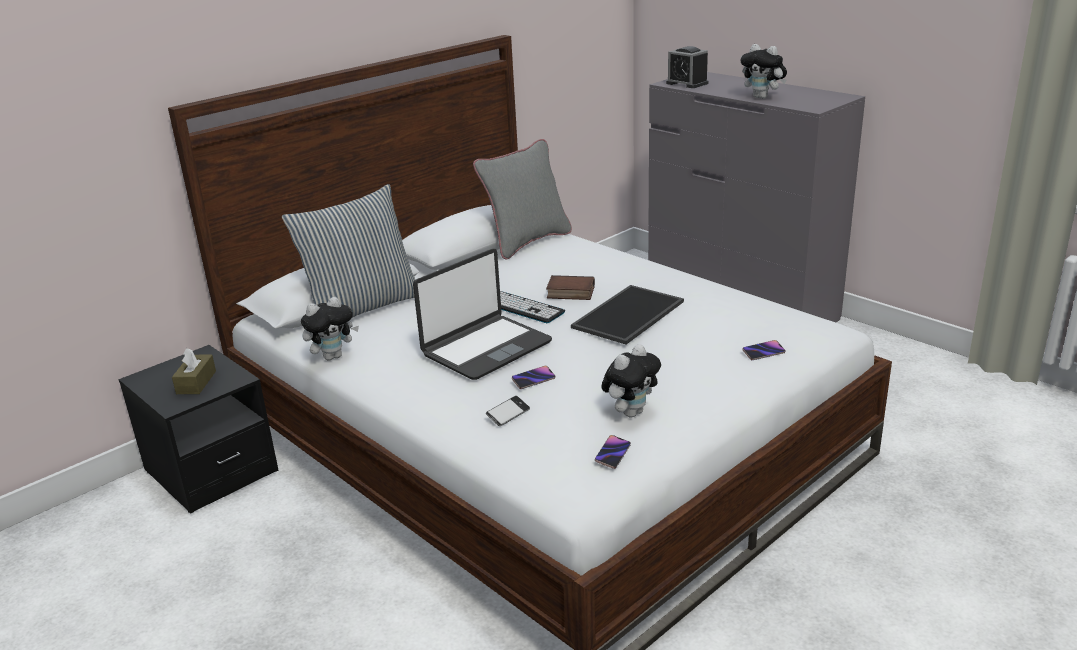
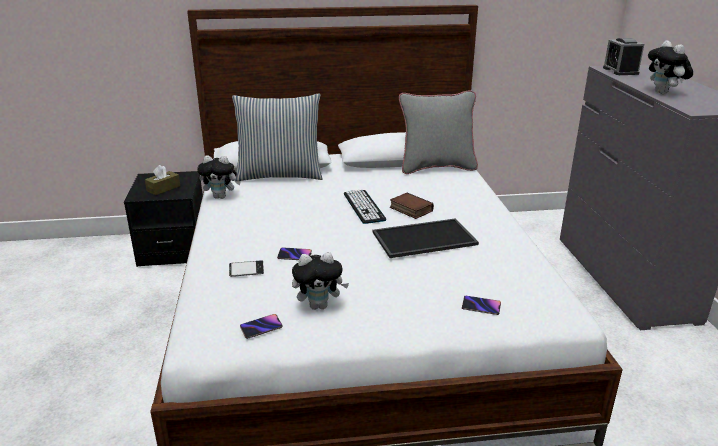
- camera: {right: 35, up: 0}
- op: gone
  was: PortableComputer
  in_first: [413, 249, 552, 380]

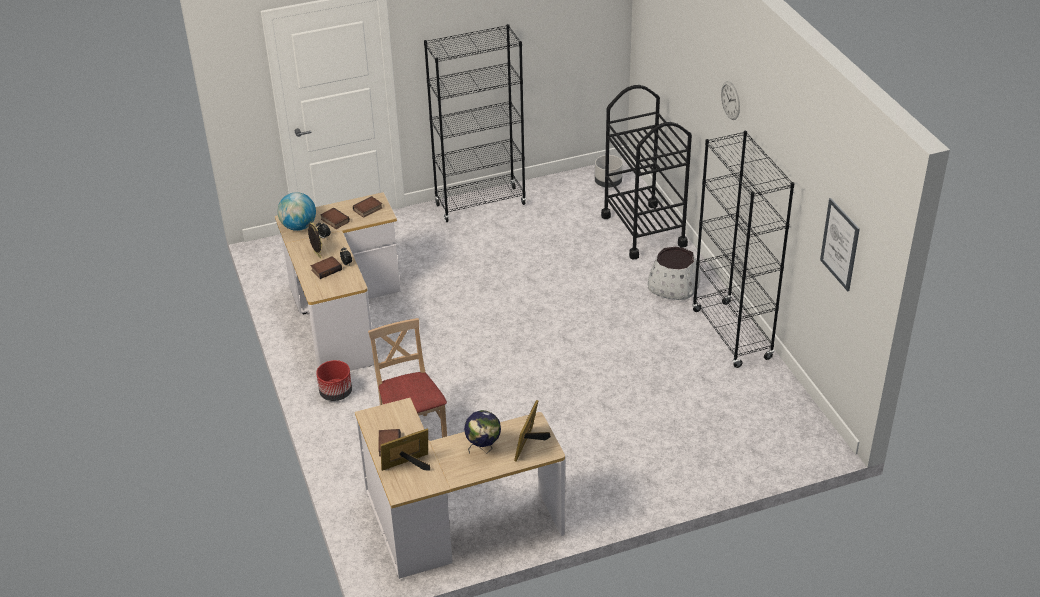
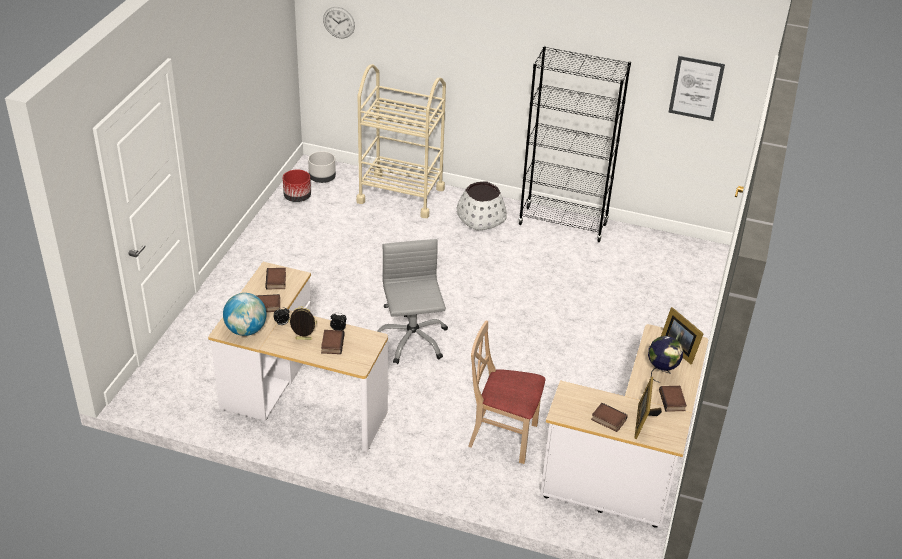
- camera: {right: -55, up: 0}
- op: gone
  was: BlackColouredBookshelf
  in_first: [424, 24, 526, 222]
- op: new
  now: GreyishComputerChair
  in_second: [377, 239, 448, 364]
- op: new
  now: Volume
  in_second: [659, 386, 687, 412]
- op: shifted
  was: RedFlowerPot
  in_first: [316, 360, 352, 401]
  in_second: [283, 170, 311, 202]
- op: shifted
  was: HangingClock
  in_first: [721, 81, 740, 120]
  in_second: [323, 7, 355, 38]
- op: repainted
  was: BlackColouredWheeledCart
  now: SandColouredWheeledCart
  in_first: [601, 85, 692, 259]
  in_second: [356, 64, 446, 218]

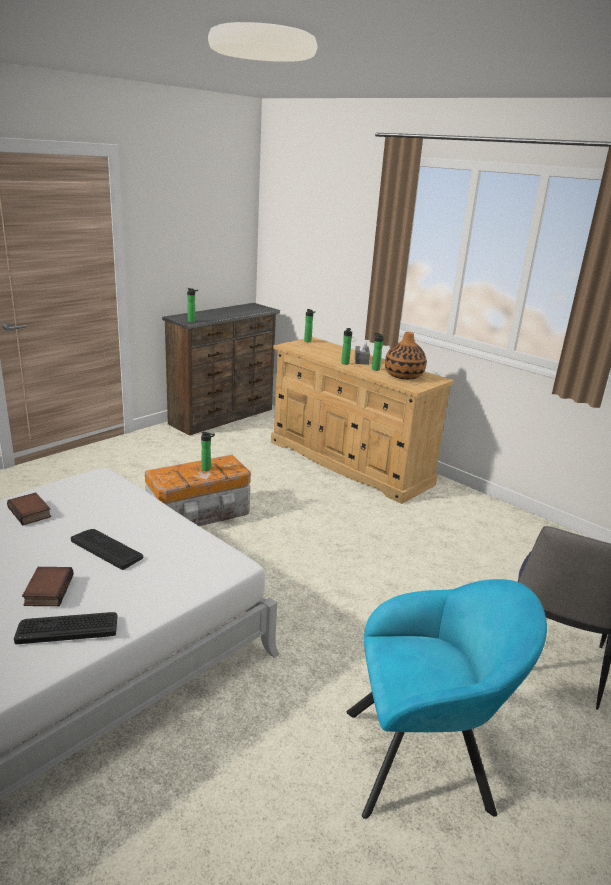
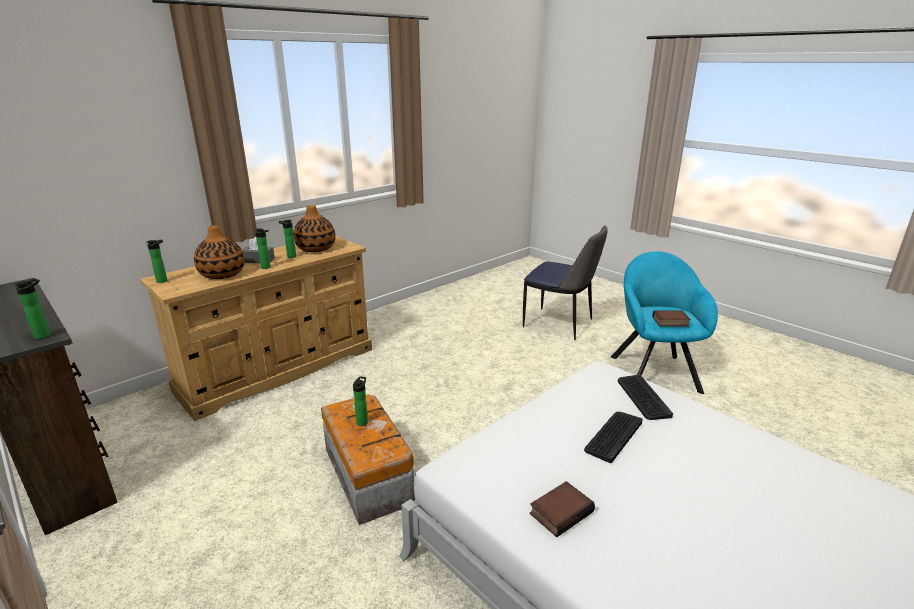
- camera: {right: -85, up: 0}
- op: new
  now: Vase
  in_second: [194, 225, 245, 279]
- op: shifted
  was: PcKeyboard
  in_first: [14, 612, 118, 644]
  in_second: [618, 375, 673, 420]
- op: shifted
  was: Volume
  in_first: [22, 567, 74, 606]
  in_second: [652, 310, 691, 326]

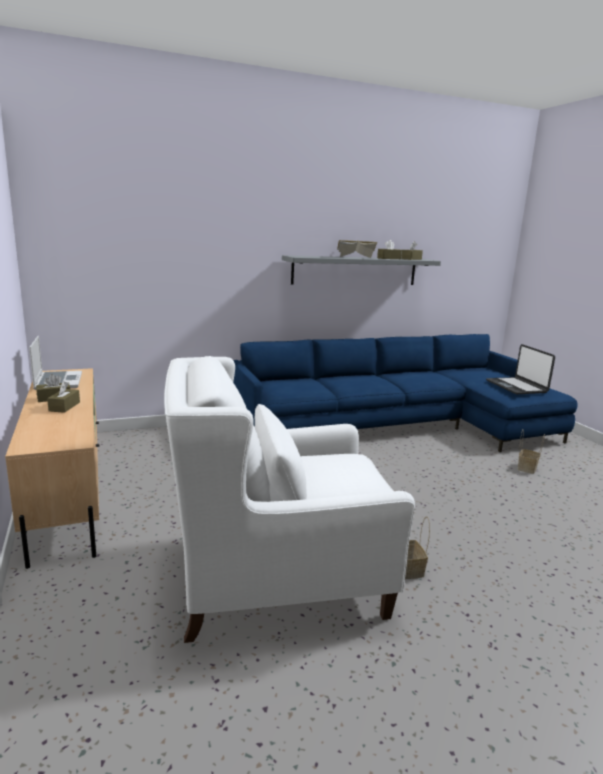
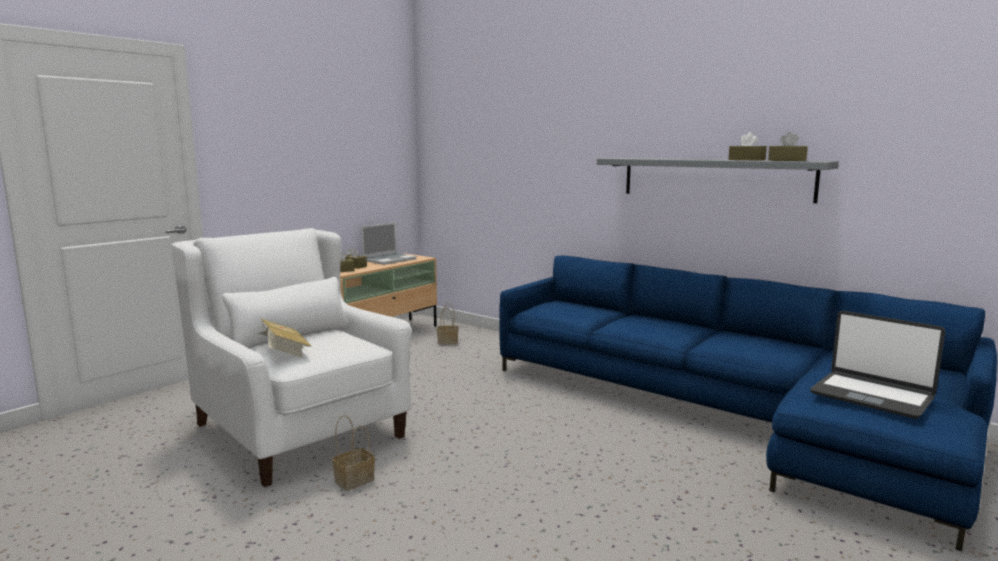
- camera: {right: 60, up: -5}
- op: shifted
  was: Volume
  in_first: [337, 240, 377, 258]
  in_second: [259, 319, 311, 358]
- op: shifted
  was: HouseholdBasket
  in_first: [517, 429, 545, 474]
  in_second: [437, 303, 459, 345]
- op: rotated
  was: PortableComputer
  in_first: [486, 344, 555, 395]
  in_second: [810, 311, 945, 419]
  clockwise: -90

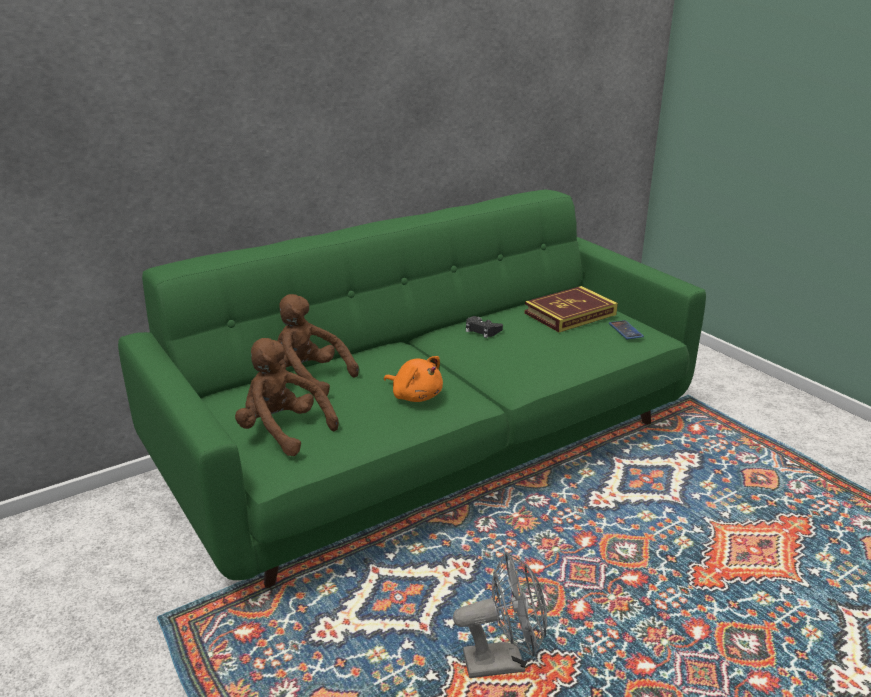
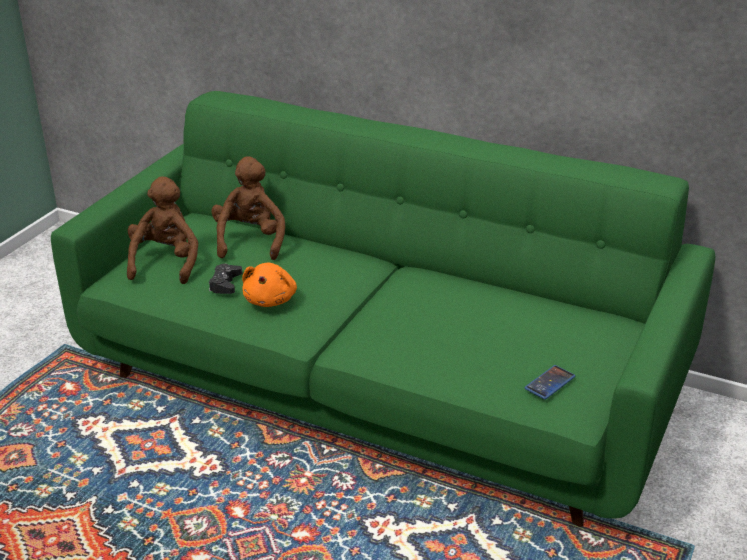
- camera: {right: 60, up: 5}
- op: gone
  was: GreyishFan
  in_first: [453, 552, 547, 678]
- op: gone
  was: Volume
  in_first: [524, 286, 618, 332]
- op: shifted
  was: BlackColouredGamepad
  in_first: [466, 316, 503, 338]
  in_second: [209, 264, 242, 294]

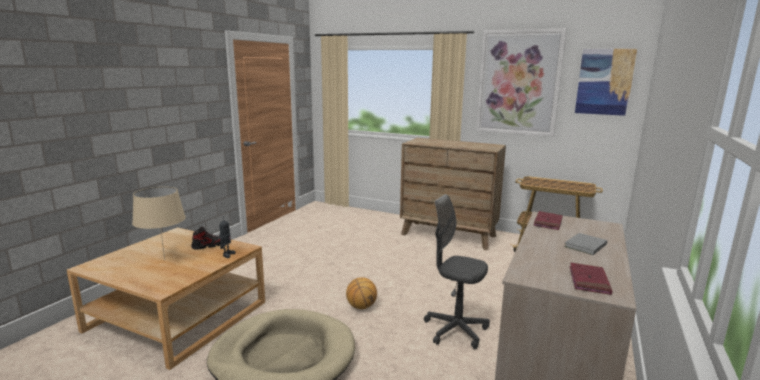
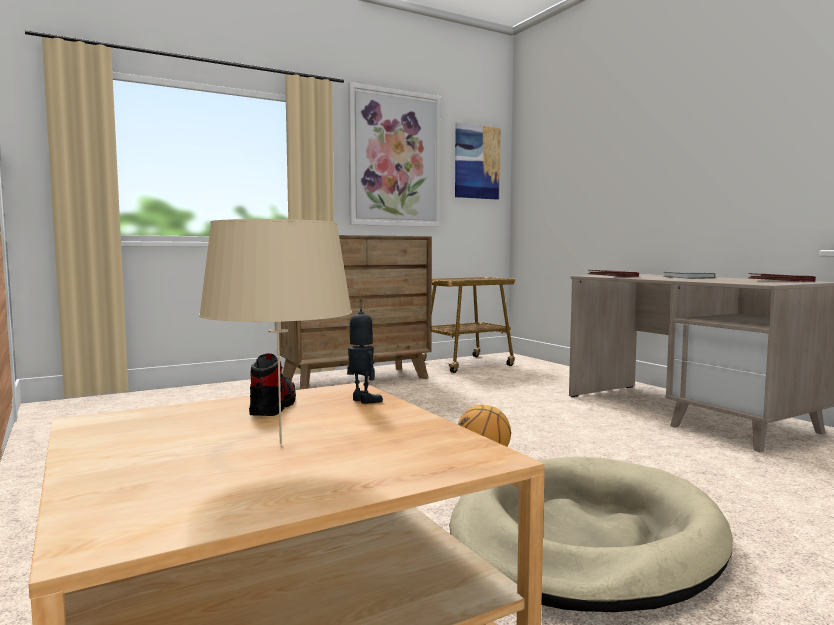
- camera: {right: -55, up: -10}
- op: gone
  was: GreyishComputerChair
  in_first: [424, 194, 490, 349]

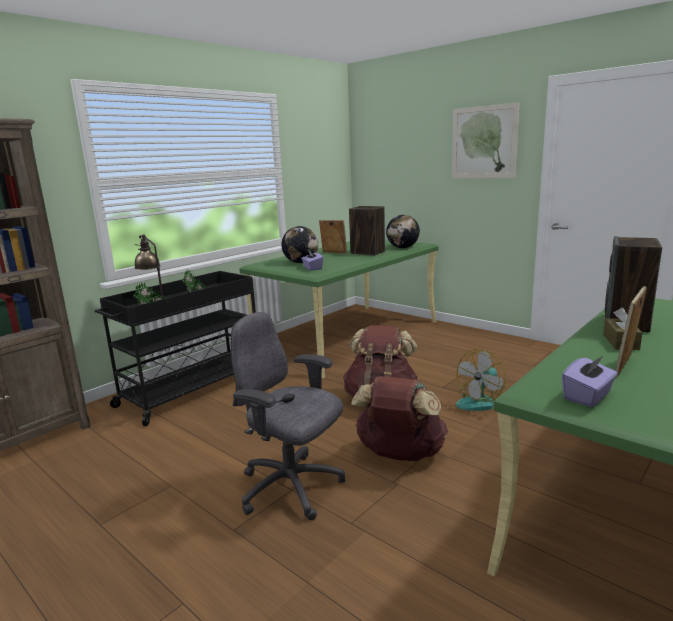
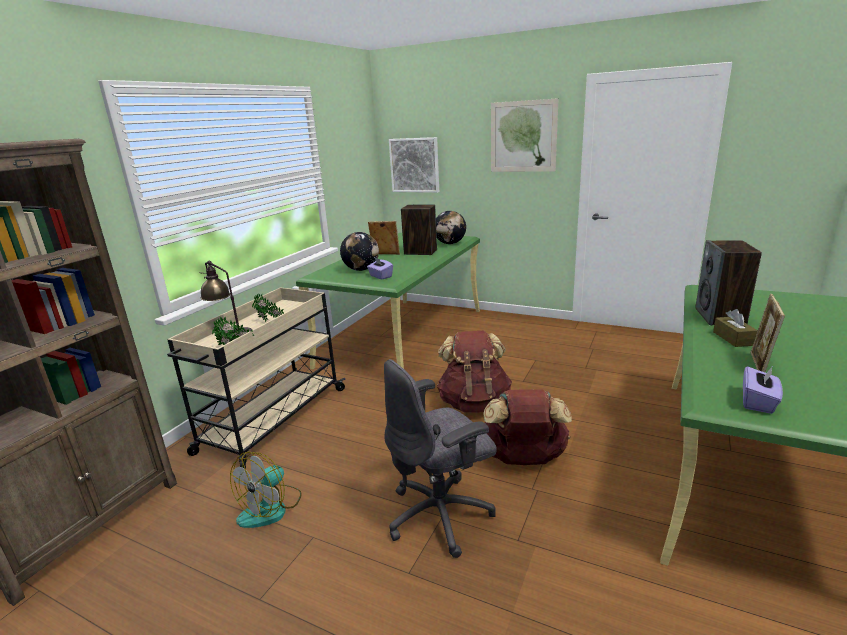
- camera: {right: -15, up: 5}
- op: new
  now: Picture
  in_second: [389, 137, 439, 193]
- op: shifted
  was: Fan
  in_first: [456, 349, 505, 411]
  in_second: [230, 452, 302, 528]
- op: repainted
  was: BlackColouredWheeledCart
  now: SandColouredWheeledCart
  in_first: [95, 271, 256, 426]
  in_second: [167, 287, 346, 469]
- op: rotated
  was: GreyishComputerChair
  in_first: [231, 312, 345, 520]
  in_second: [384, 359, 497, 558]
  clockwise: -45

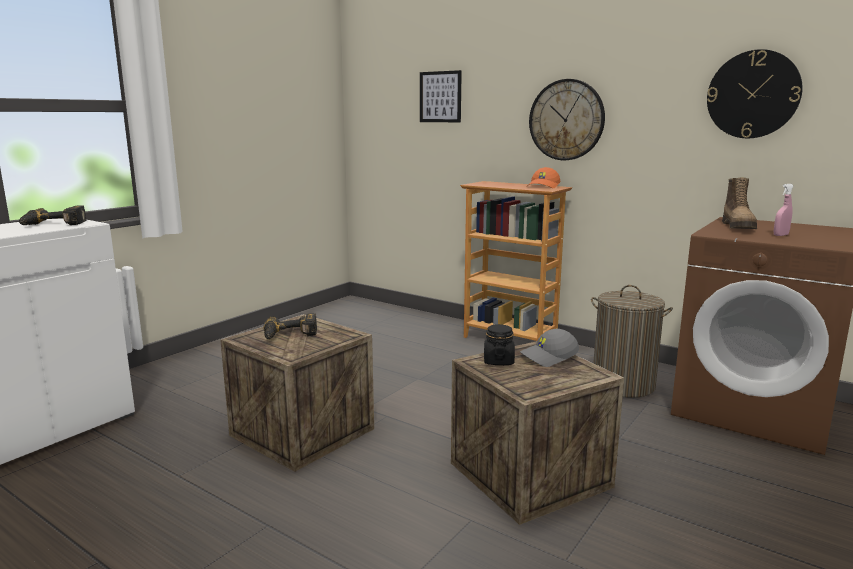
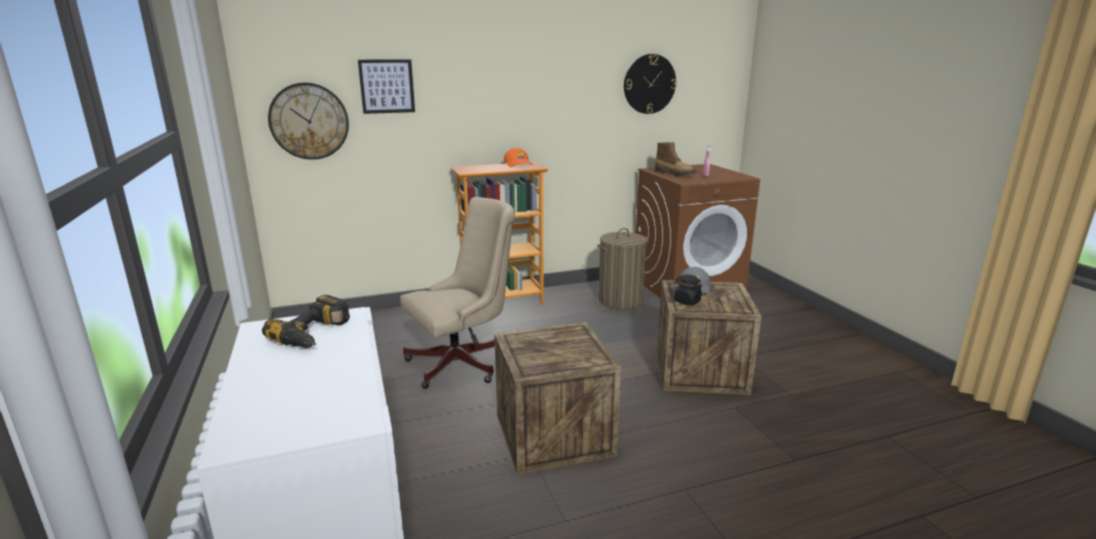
- camera: {right: -55, up: 5}
- op: gone
  was: ElectricDrill
  in_first: [264, 313, 317, 339]
- op: new
  now: SandColouredComputerChair
  in_second: [400, 197, 515, 389]
- op: shifted
  was: HangingClock
  in_first: [529, 79, 605, 160]
  in_second: [268, 83, 349, 160]

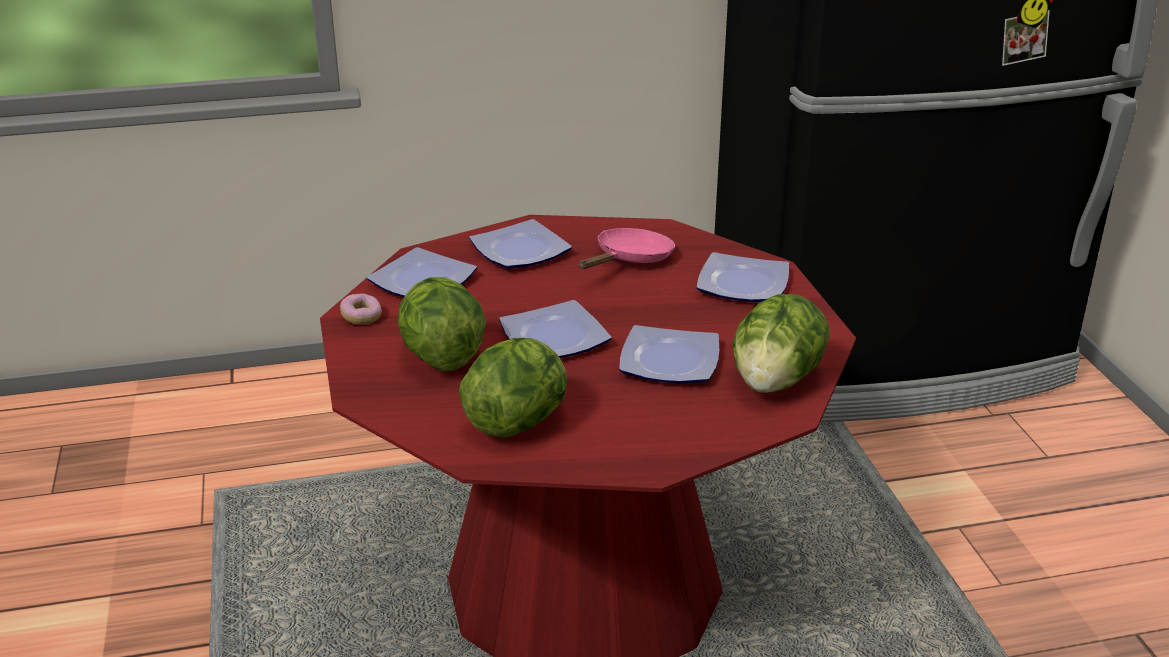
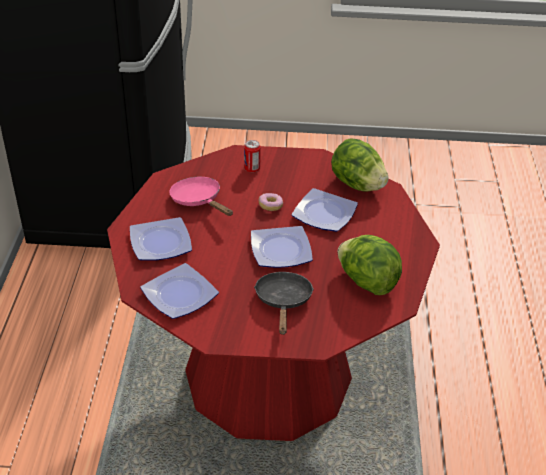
- camera: {right: -75, up: 10}
- op: shifted
  was: Doughnut
  in_first: [340, 293, 382, 325]
  in_second: [259, 193, 283, 211]
- op: swapped
  was: Lettuce
  now: BlackColouredPan
  in_first: [397, 277, 486, 371]
  in_second: [254, 272, 314, 335]
- op: swapped
  was: FlatDish
  now: SealedCan
  in_first: [697, 252, 789, 302]
  in_second: [244, 140, 261, 172]

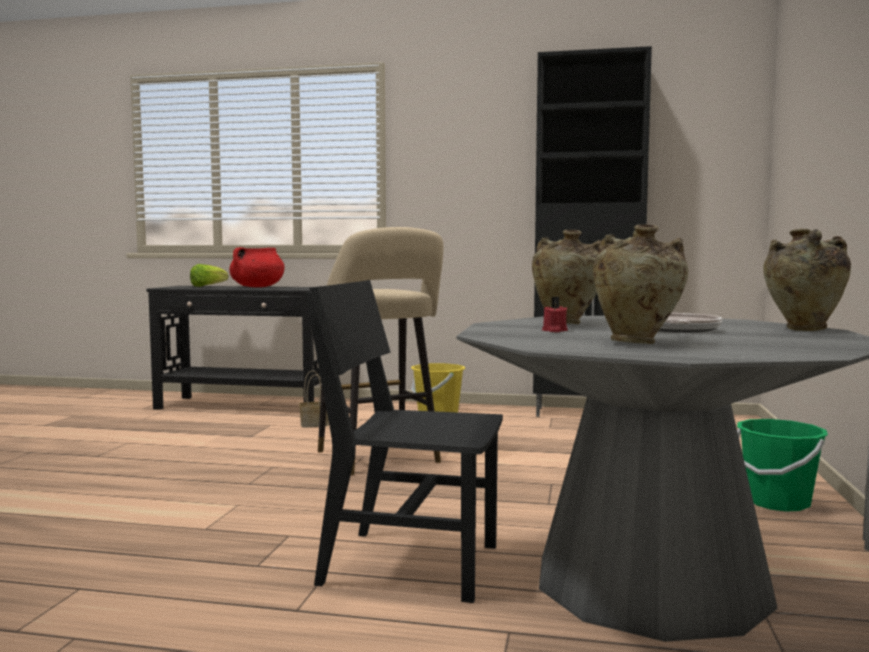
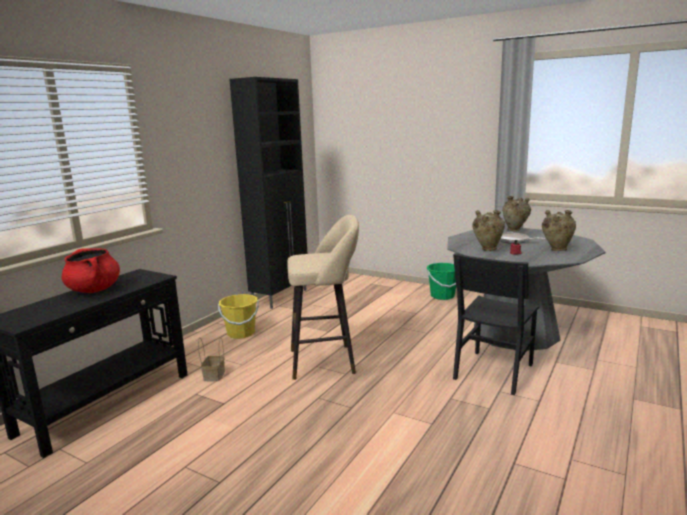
- camera: {right: -70, up: 10}
- op: gone
  was: Lettuce
  in_first: [190, 264, 229, 287]

